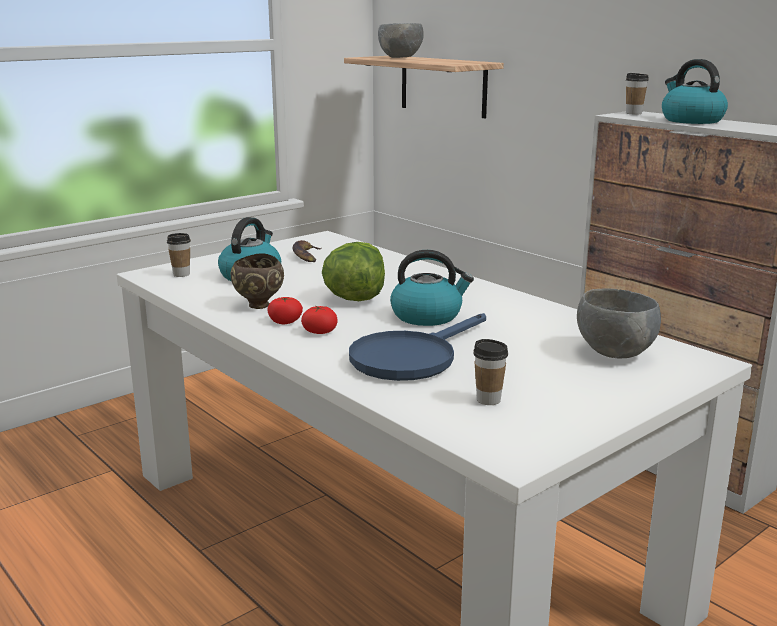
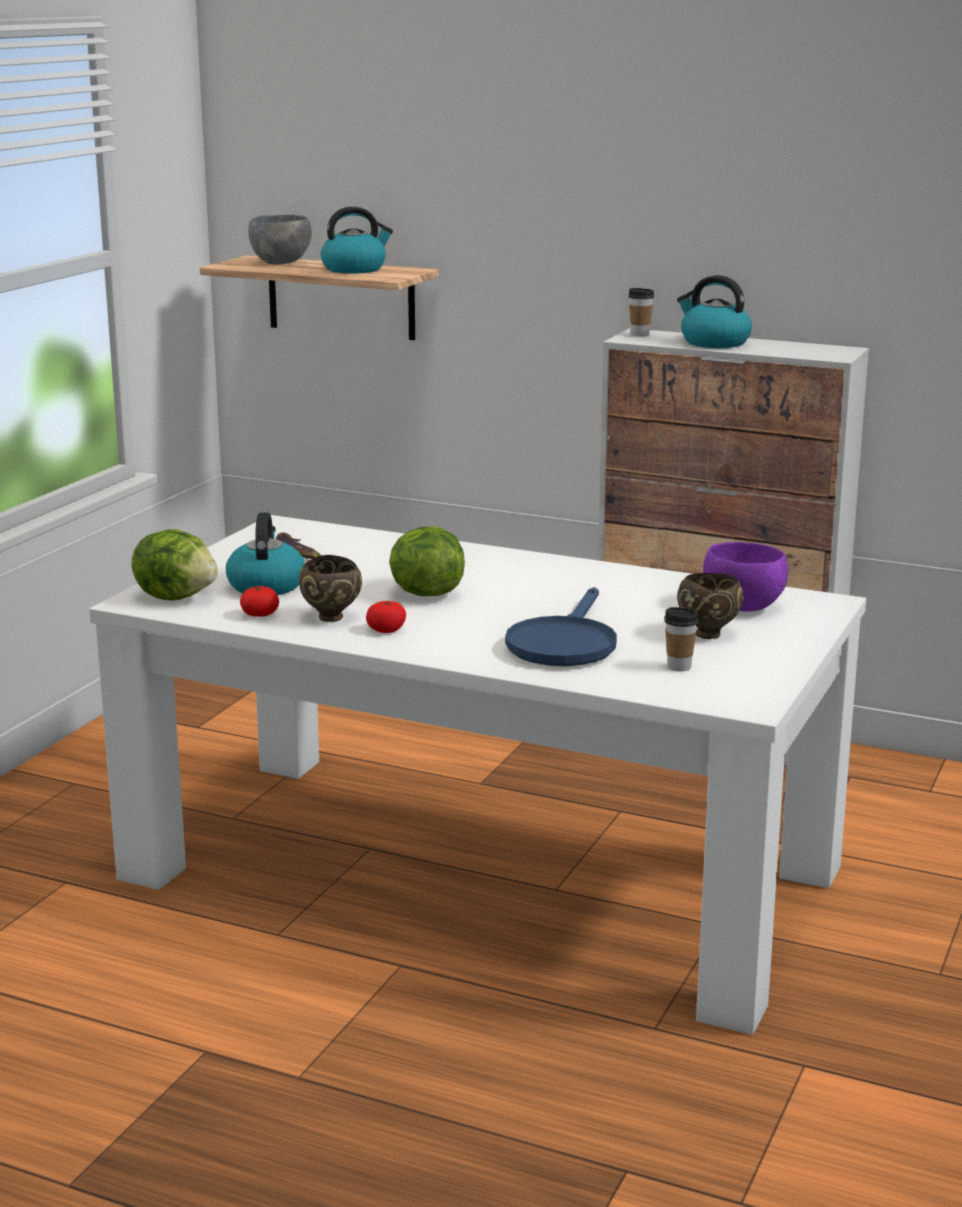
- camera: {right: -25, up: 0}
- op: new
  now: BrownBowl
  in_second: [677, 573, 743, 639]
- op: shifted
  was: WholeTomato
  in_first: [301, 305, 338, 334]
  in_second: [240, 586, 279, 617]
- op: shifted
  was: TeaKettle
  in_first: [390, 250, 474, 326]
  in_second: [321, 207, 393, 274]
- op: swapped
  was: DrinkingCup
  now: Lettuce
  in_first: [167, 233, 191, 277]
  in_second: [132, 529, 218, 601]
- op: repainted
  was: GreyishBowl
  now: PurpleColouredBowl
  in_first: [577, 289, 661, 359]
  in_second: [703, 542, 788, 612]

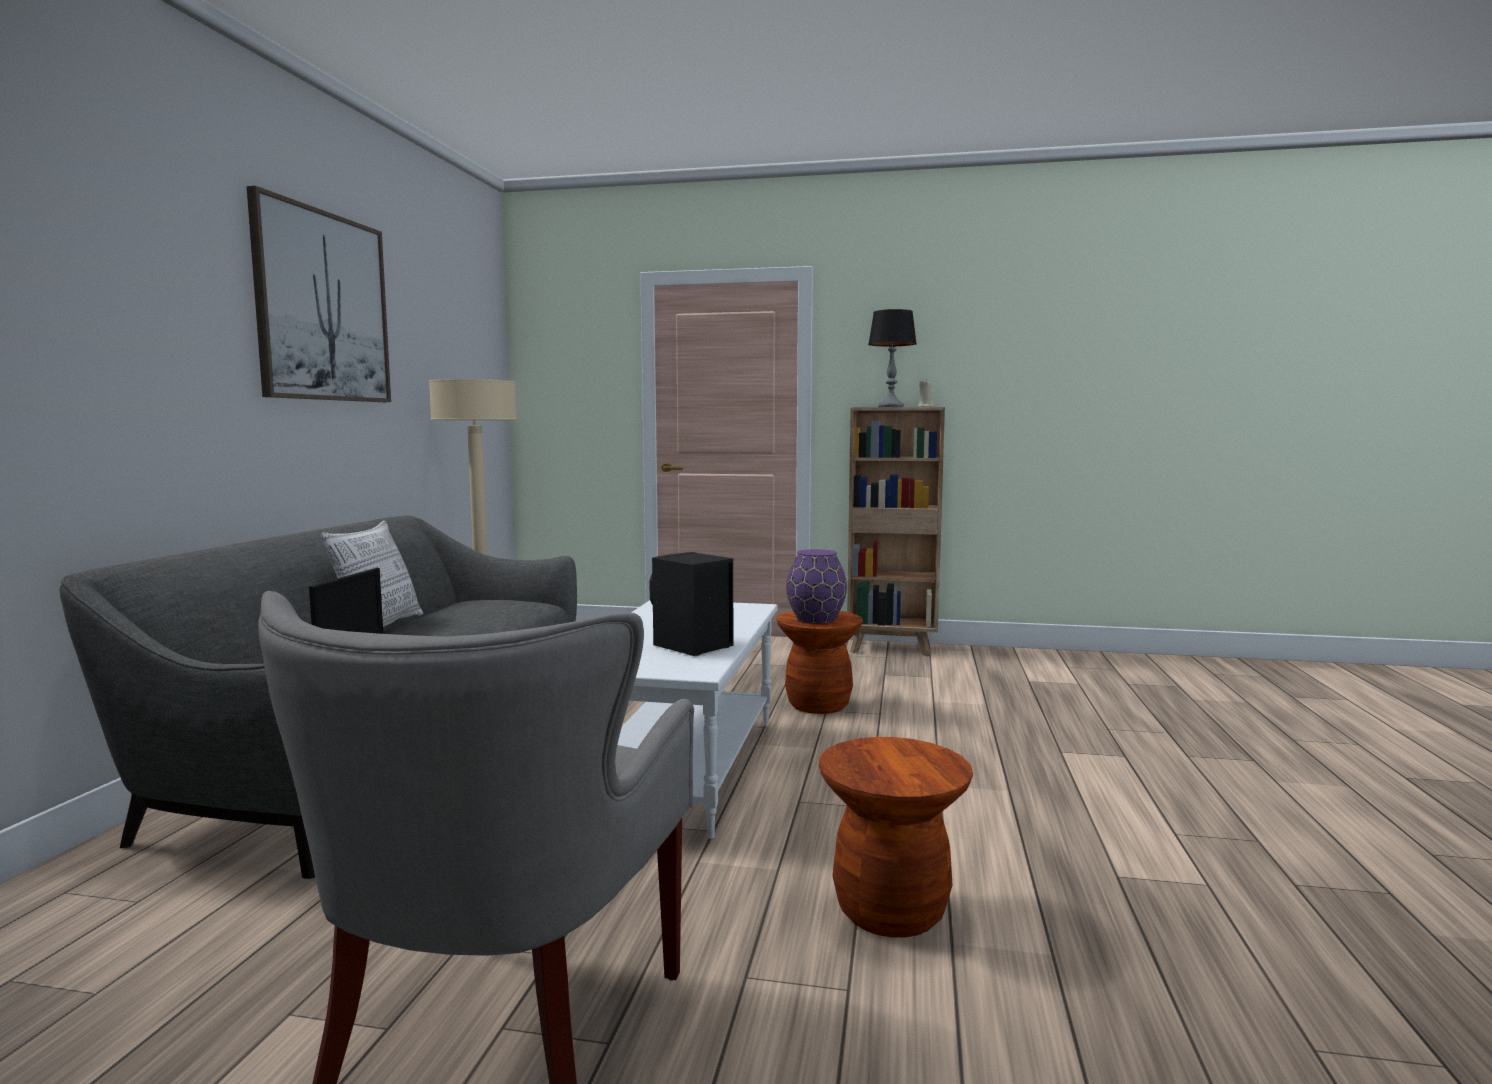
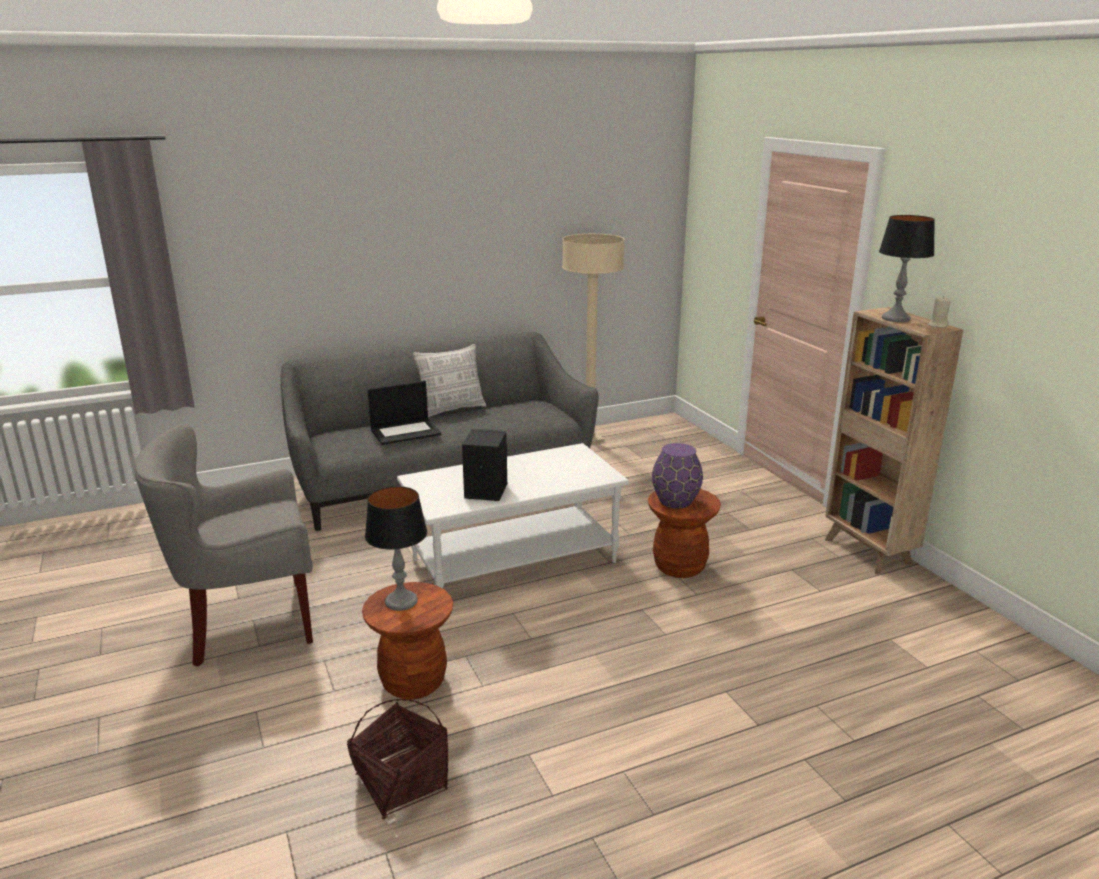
- camera: {right: 55, up: 15}
- op: gone
  was: Picture
  in_first: [247, 186, 391, 402]
- op: new
  now: HouseholdBasket
  in_second: [347, 699, 449, 820]
- op: new
  now: LampForATable
  in_second: [365, 486, 427, 611]

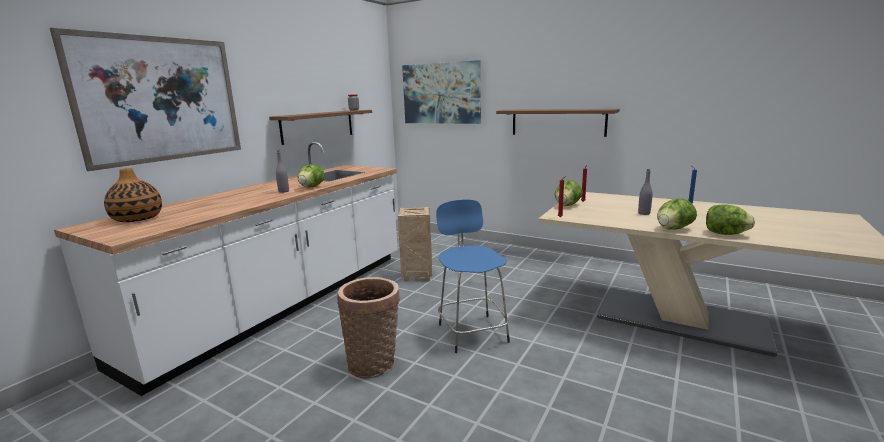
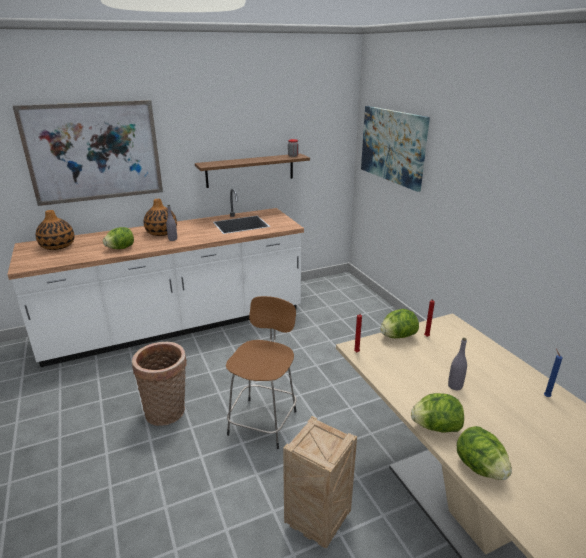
- camera: {right: 35, up: 10}
- op: gone
  was: BrownWallShelf
  in_first: [496, 109, 619, 137]
- op: new
  now: Vase
  in_second: [144, 199, 177, 236]
- op: shifted
  was: Lettuce
  in_first: [298, 164, 325, 188]
  in_second: [103, 227, 134, 249]
- op: shifted
  was: ShippingCrate
  in_first: [398, 207, 432, 281]
  in_second: [283, 416, 357, 548]
- op: repainted
  was: BlueStool
  now: BrownStool
  in_first: [436, 199, 510, 353]
  in_second: [226, 296, 297, 449]

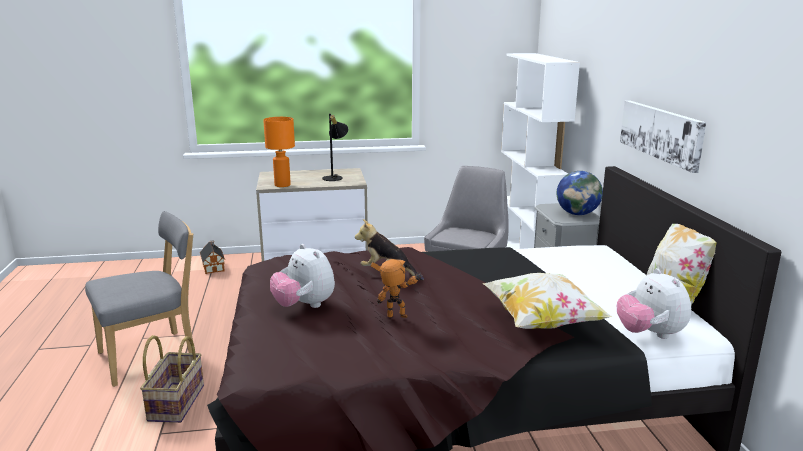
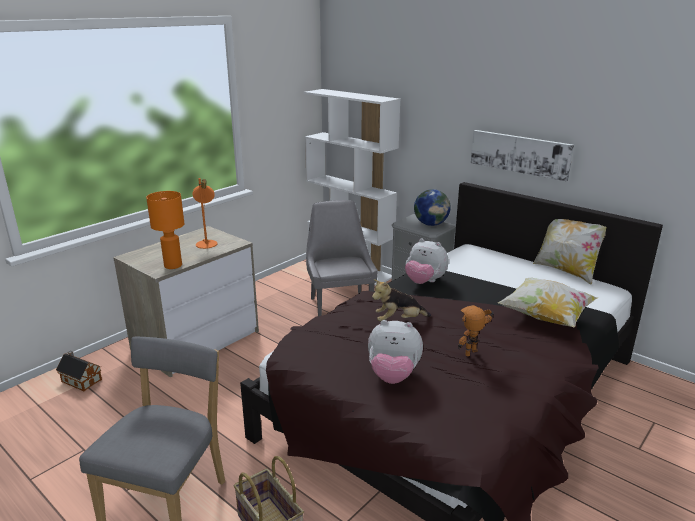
- camera: {right: -40, up: 5}
- op: shifted
  was: CuddlyToy
  in_first: [617, 268, 691, 339]
  in_second: [405, 239, 448, 284]
- op: repainted
  was: BlackColouredLampForATable
  now: OrangeyLampForATable
  in_first: [322, 113, 348, 181]
  in_second: [193, 178, 217, 249]

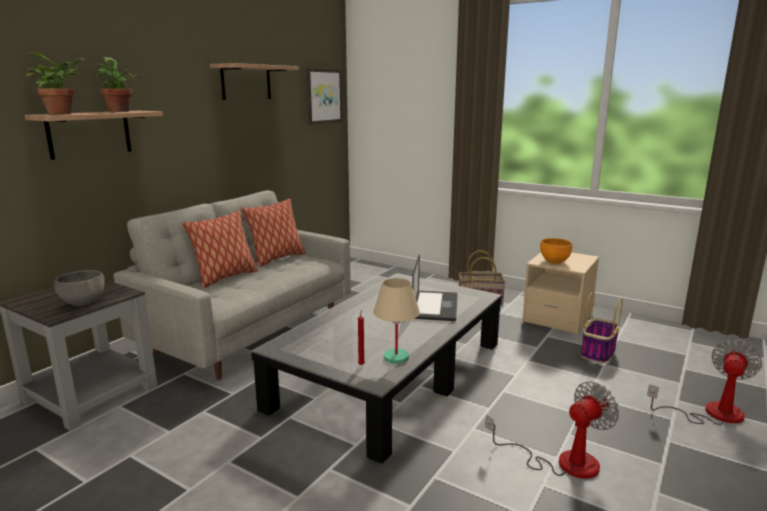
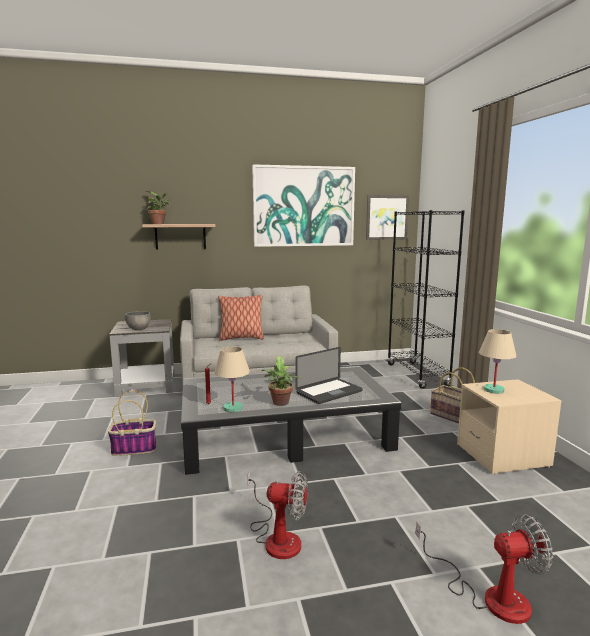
- camera: {right: 45, up: -5}
- op: gone
  was: Pillow
  in_first: [241, 199, 305, 267]
- op: new
  now: BlackColouredBookshelf
  in_second: [387, 210, 465, 389]
- op: shifted
  was: Houseplant
  in_first: [95, 57, 142, 112]
  in_second: [262, 356, 302, 406]
- op: shifted
  was: HouseholdBasket
  in_first: [581, 292, 623, 363]
  in_second: [108, 391, 156, 456]
- op: swapped
  was: WallShelf
  now: Picture
  in_first: [210, 63, 299, 100]
  in_second: [252, 164, 355, 247]
- op: swapped
  was: OrangeyBowl
  now: SandColouredLampForATable
  in_first: [540, 238, 572, 264]
  in_second: [479, 329, 517, 394]

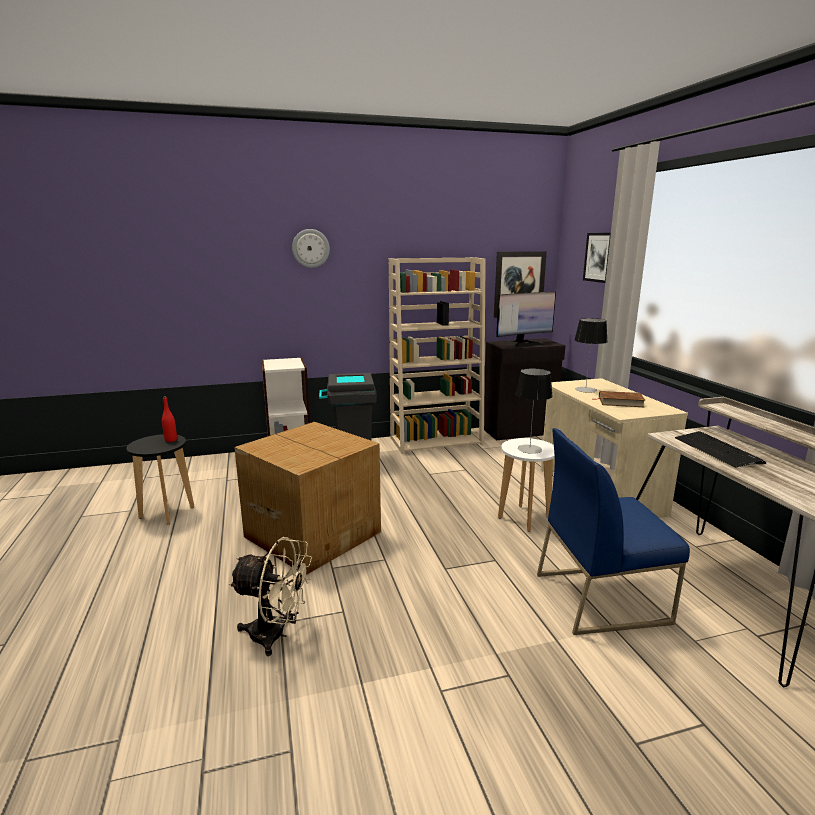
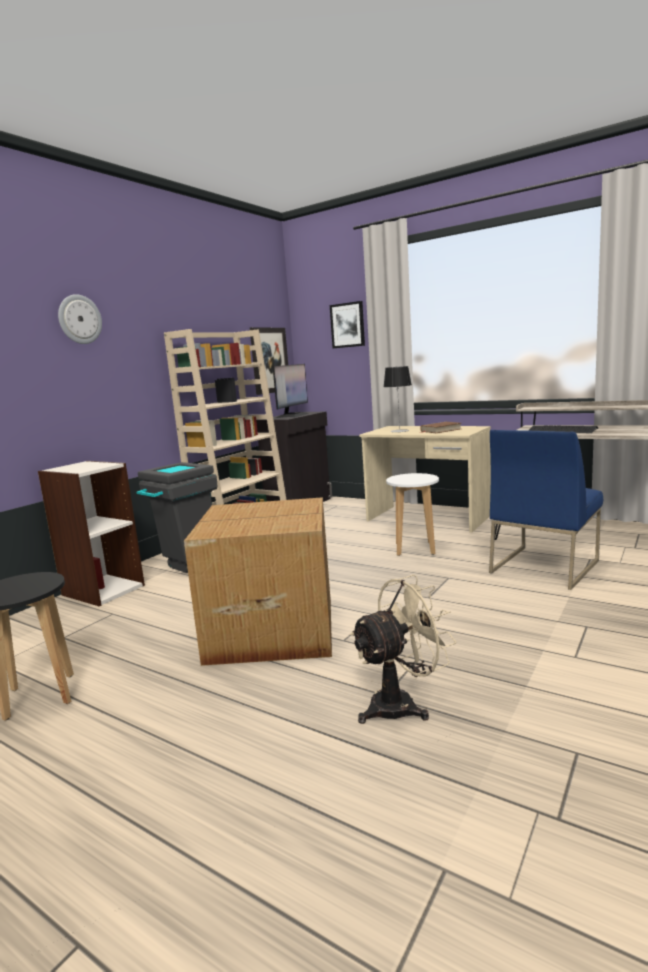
- camera: {right: -40, up: -5}
- op: gone
  was: RedBottle
  in_first: [162, 396, 177, 442]
- op: gone
  was: LampForATable
  in_first: [516, 368, 553, 454]

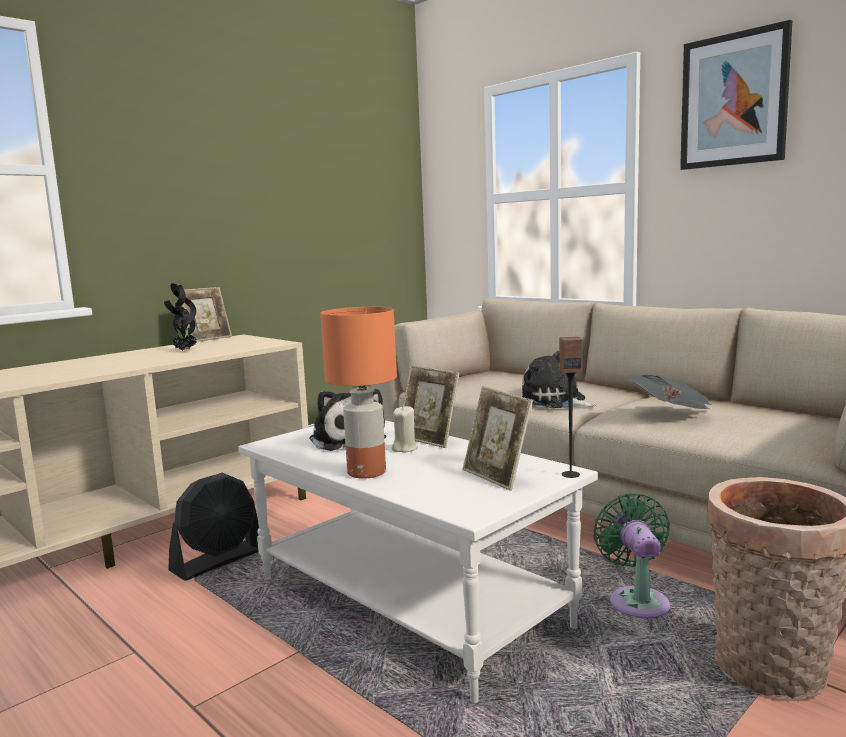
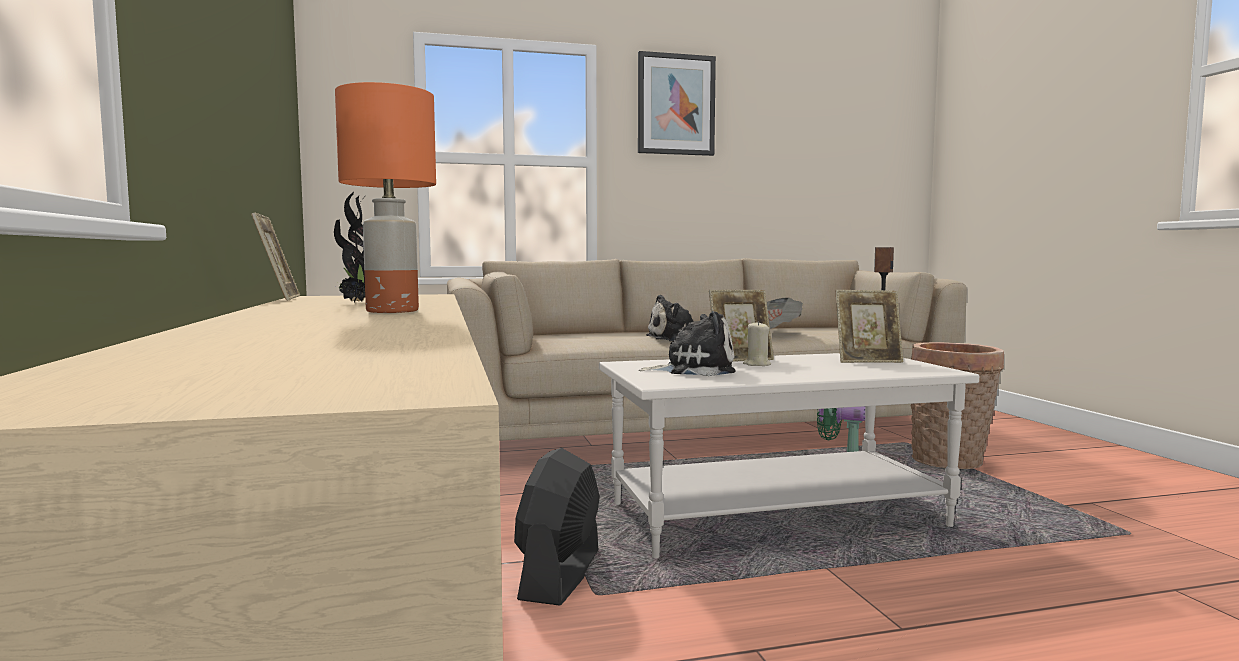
- camera: {right: -60, up: -5}
- op: shifted
  was: OrangeyLampForATable
  in_first: [320, 307, 397, 479]
  in_second: [335, 82, 436, 313]
- op: rotated
  was: BlackColouredFan
  in_first: [168, 473, 259, 581]
  in_second: [514, 448, 600, 606]
  clockwise: -150

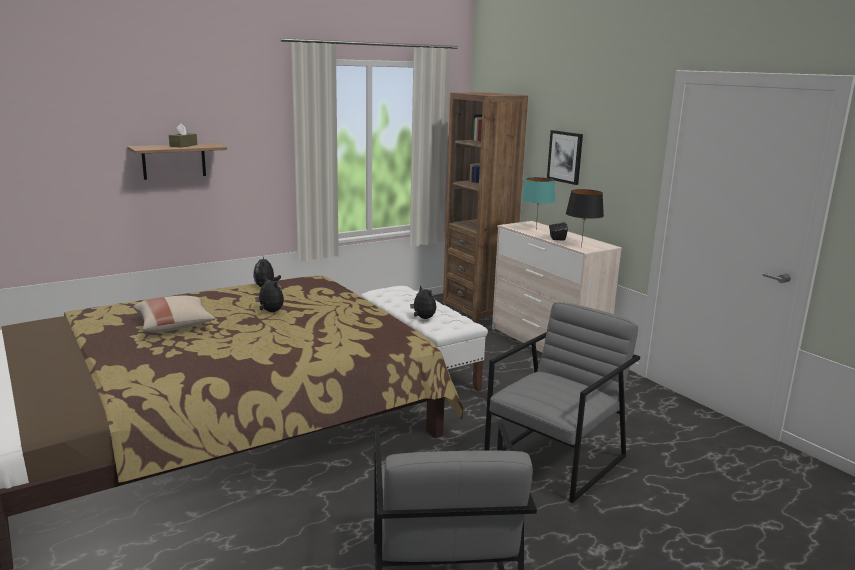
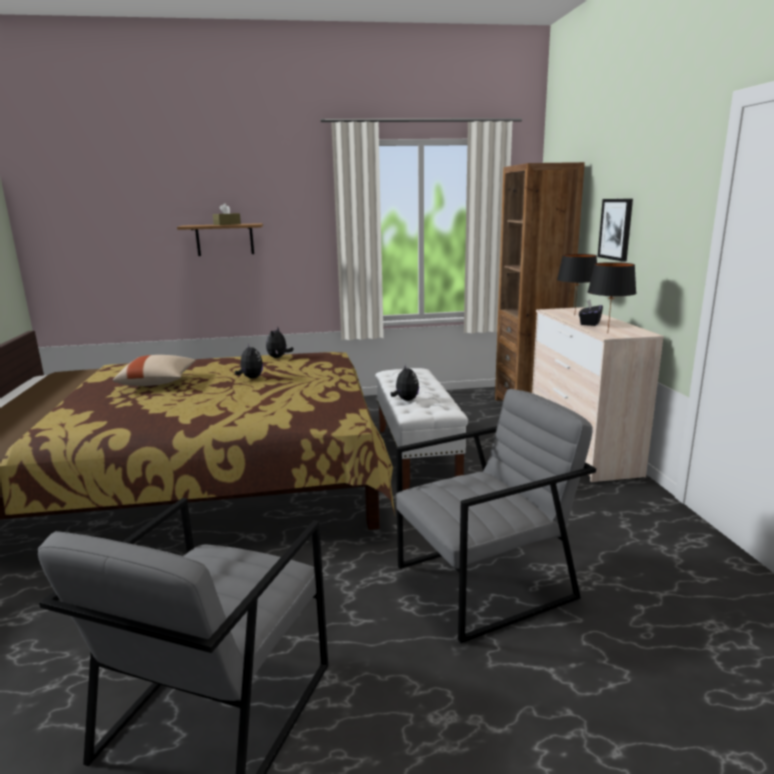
- camera: {right: 25, up: 0}
- op: repainted
  was: BlueGreenLampForATable
  now: BlackColouredLampForATable
  in_first: [521, 177, 556, 228]
  in_second: [557, 254, 597, 316]

